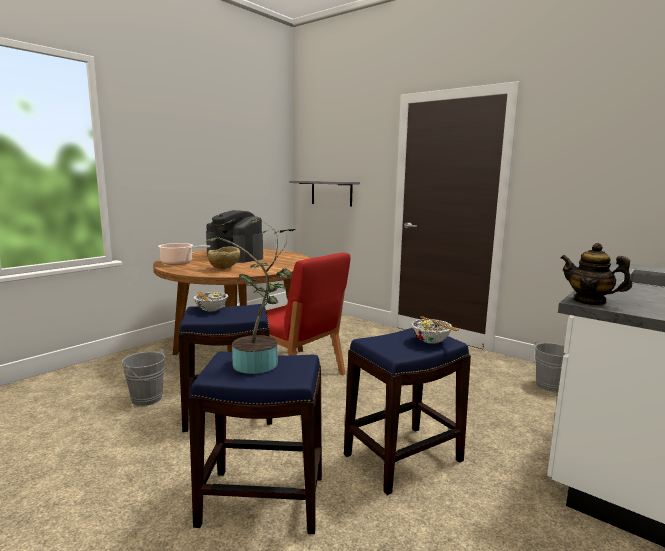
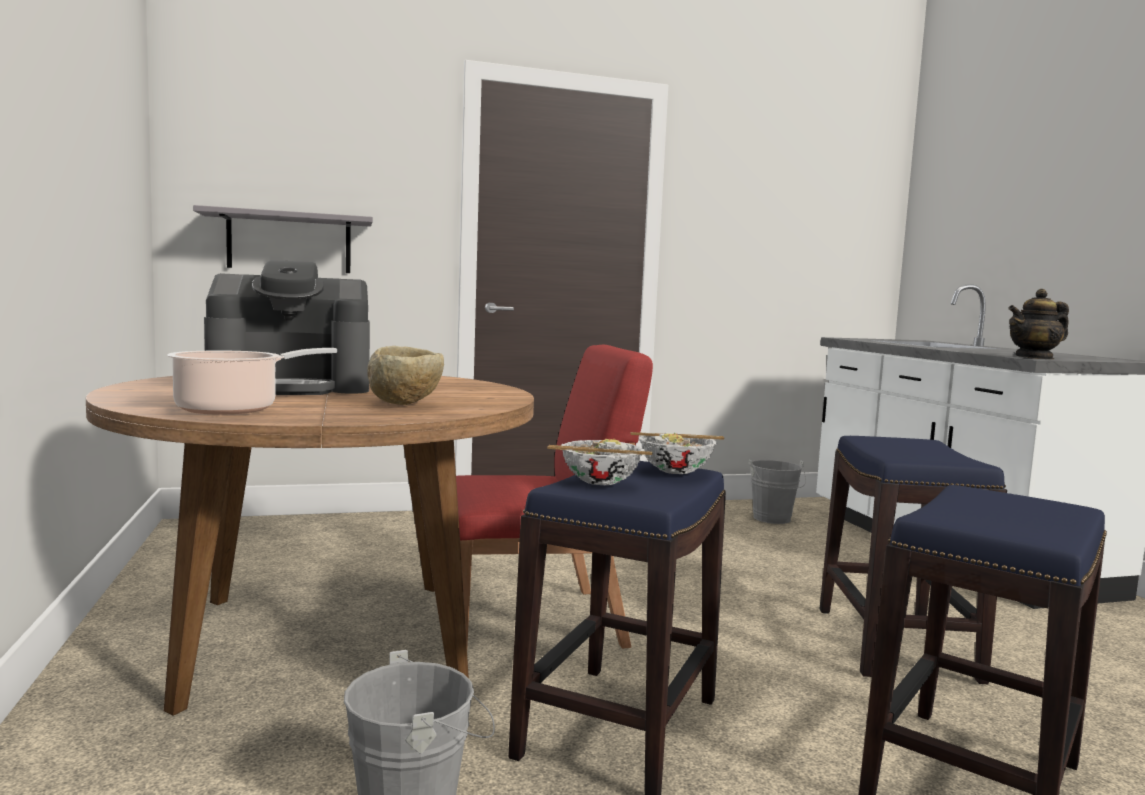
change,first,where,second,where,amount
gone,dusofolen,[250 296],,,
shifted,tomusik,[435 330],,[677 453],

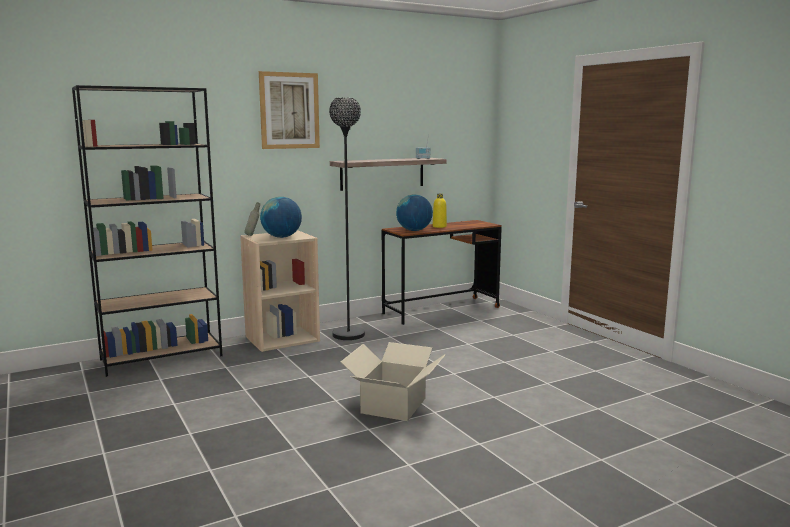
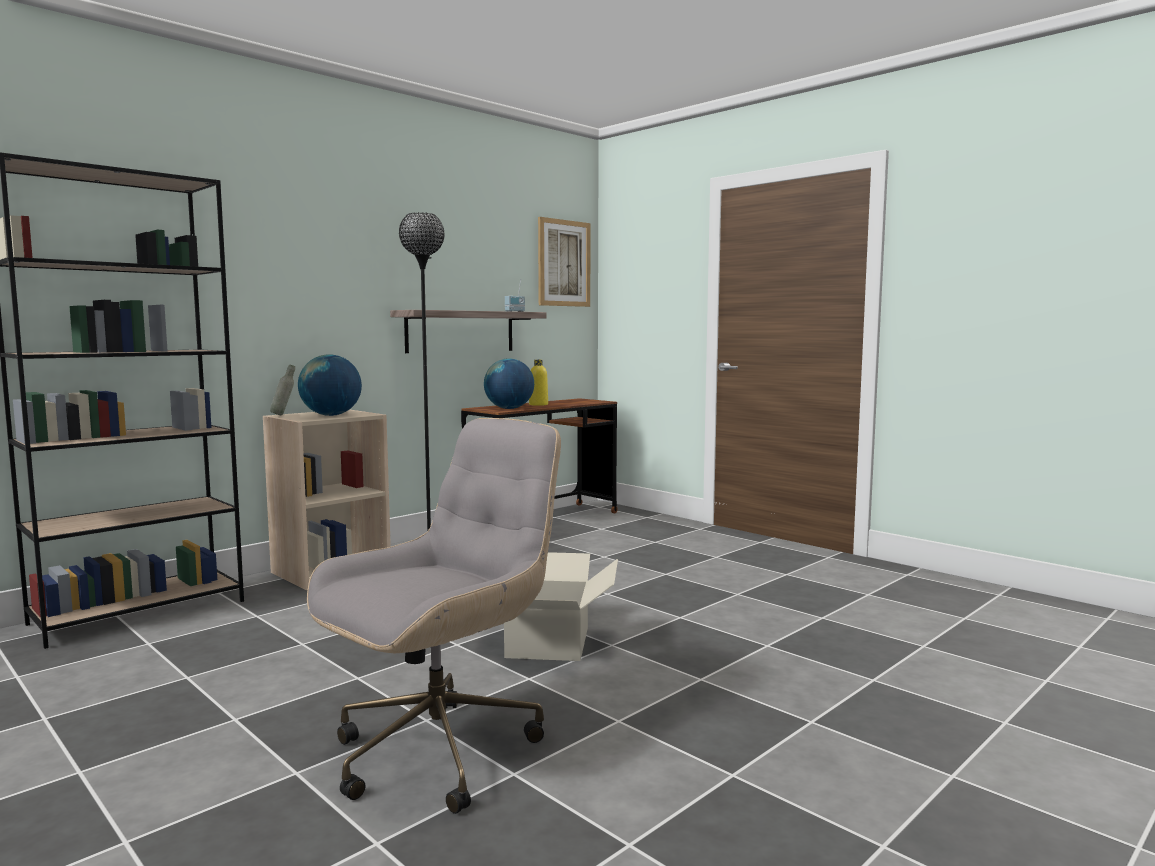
change,first,where,second,where,amount
shifted,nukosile,[289 110],,[564 262],
new,,,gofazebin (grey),[434 616],

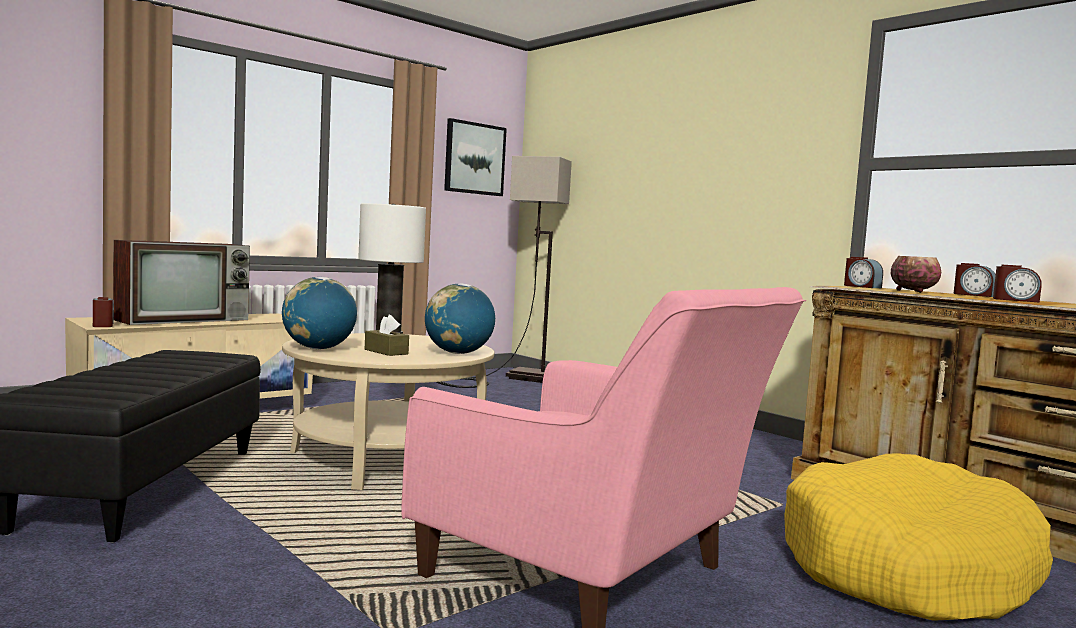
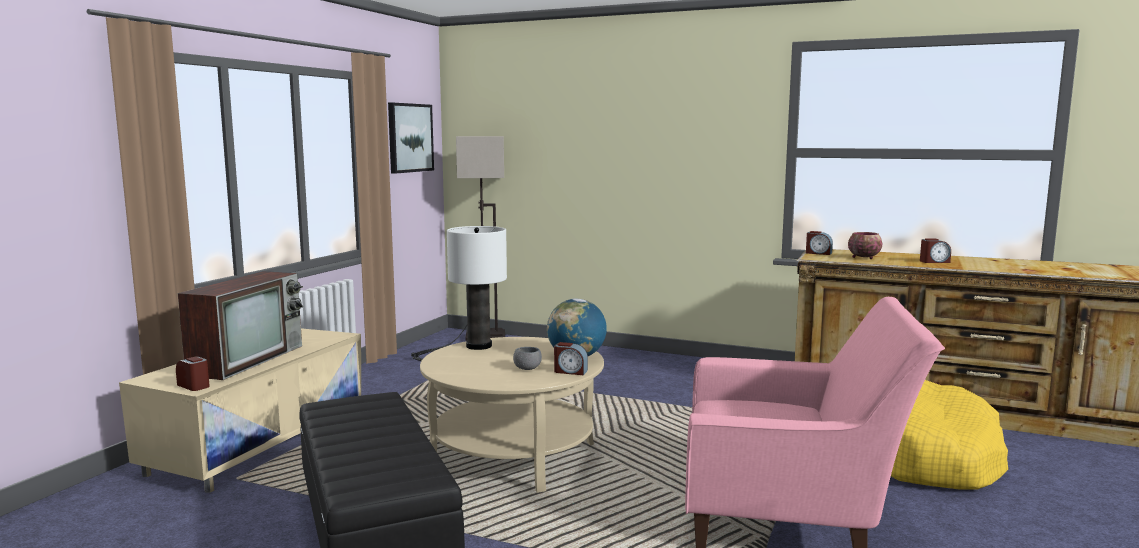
change,first,where,second,where,amount
gone,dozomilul,[319 313],,,
swapped,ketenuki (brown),[387 335],tomusik (grey),[527 358],
shifted,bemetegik,[975 280],,[571 358],

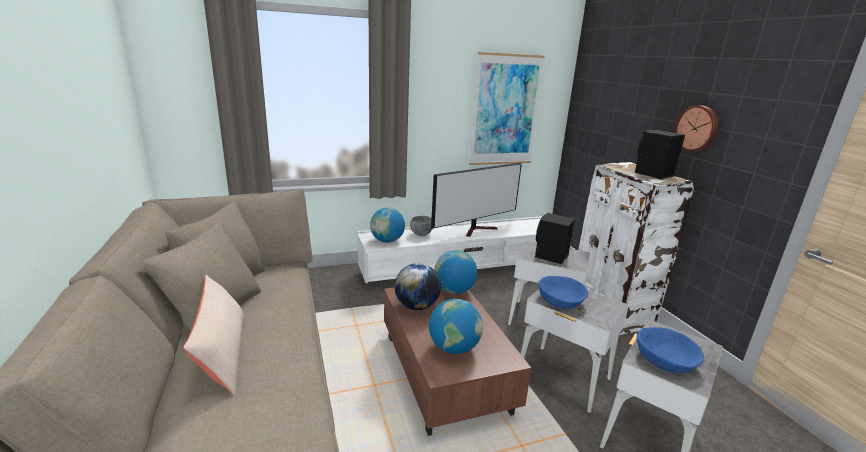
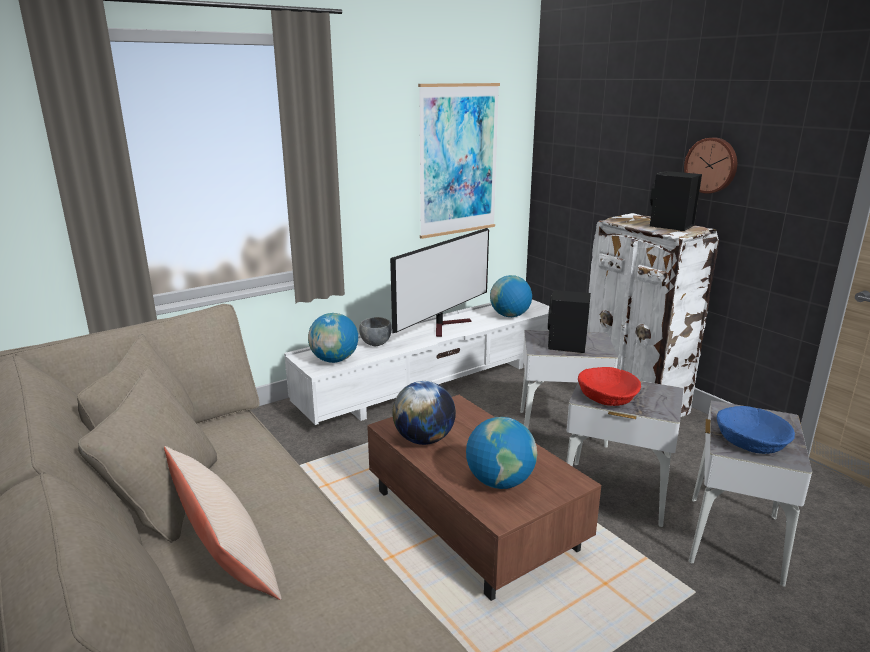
change,first,where,second,where,amount
shifted,dozomilul,[455 272],,[511 296],
repainted,tomusik (blue),[563 292],tomusik (red),[609 386],

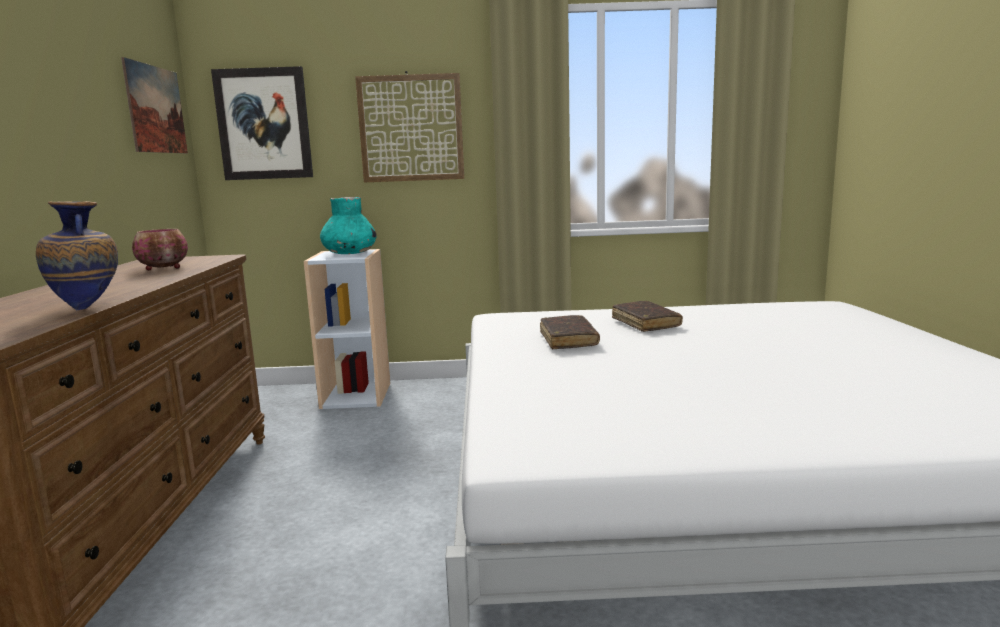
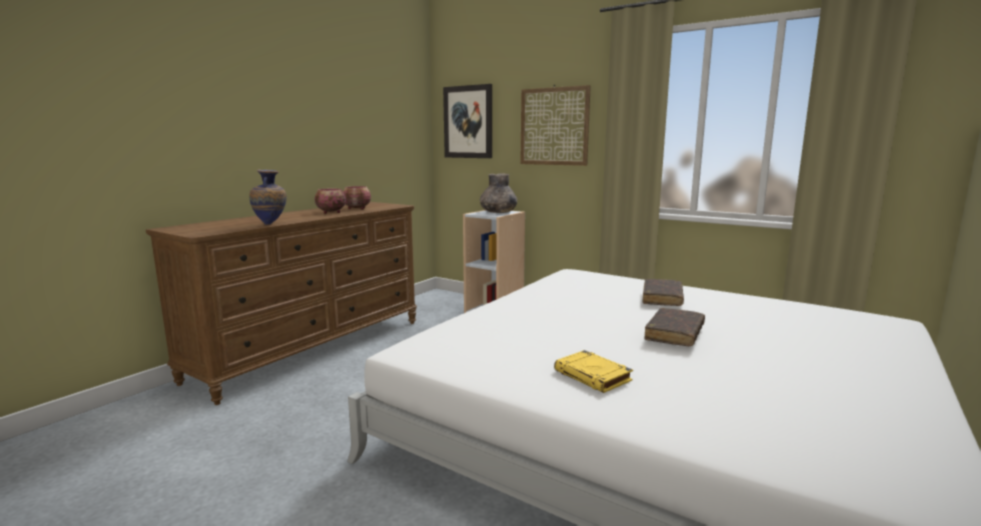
change,first,where,second,where,amount
gone,nukosile,[154 105],,,
repainted,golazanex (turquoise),[348 225],golazanex (grey),[498 193],
shifted,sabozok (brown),[570 332],,[674 327],
new,,,tomusik,[330 201],
new,,,sabozok (yellow),[593 371],

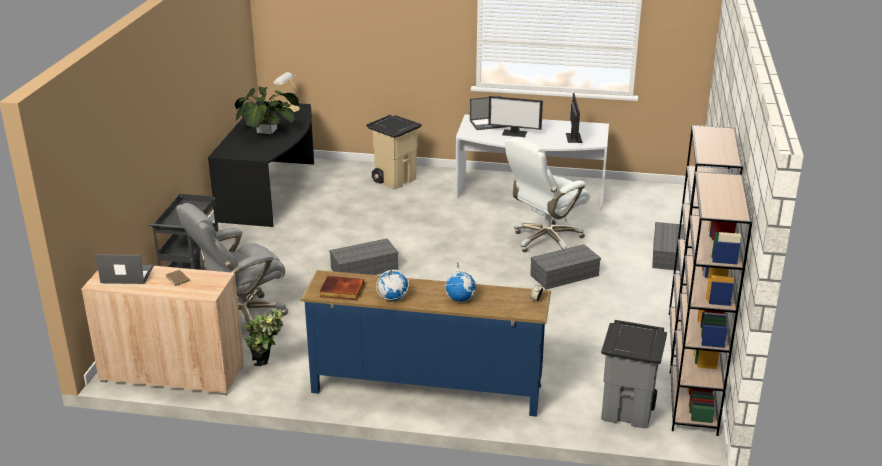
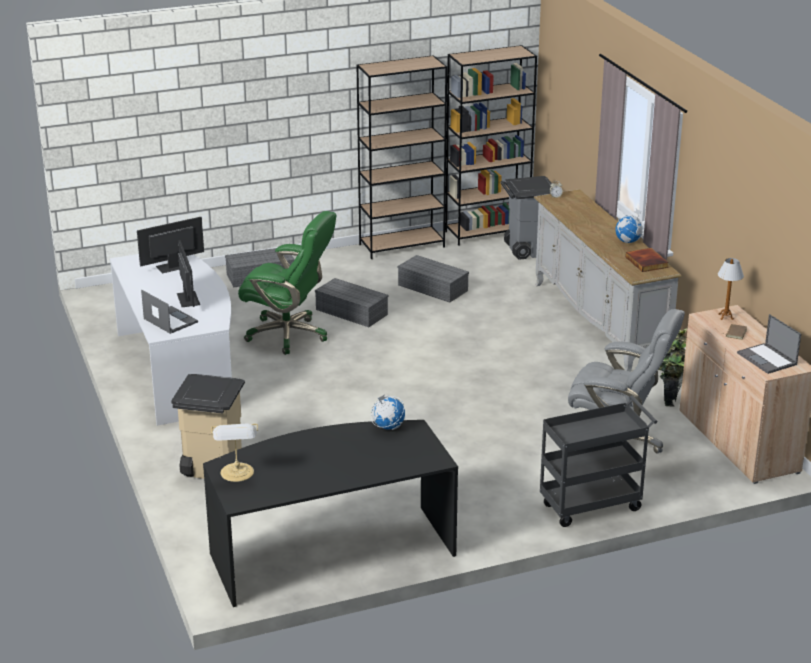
change,first,where,second,where,amount
gone,dusofolen,[267 110],,,
repainted,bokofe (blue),[425 343],bokofe (grey),[607 280],
shifted,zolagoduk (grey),[364 257],,[433 279],
shifted,dozomilul,[460 282],,[388 412],
repainted,gofazebin (white),[547 194],gofazebin (green),[287 283],
new,,,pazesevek,[731 289],

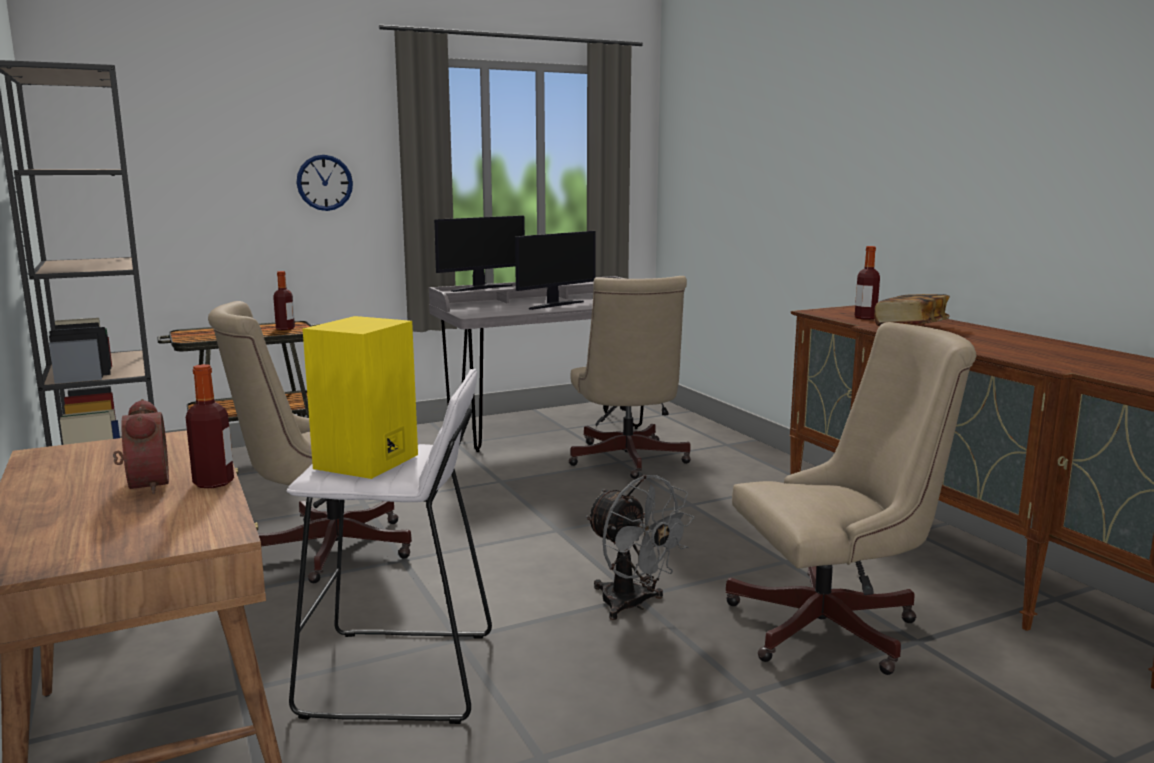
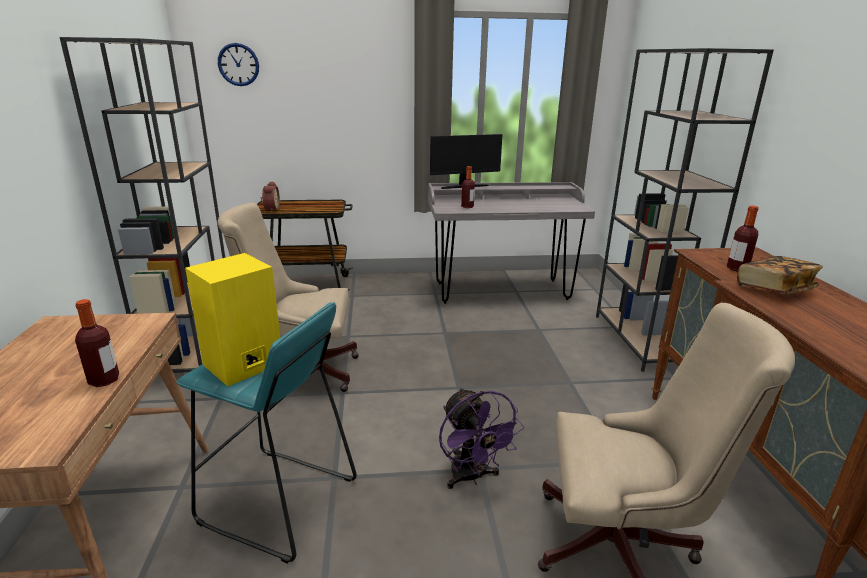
change,first,where,second,where,amount
shifted,bemetegik,[141 446],,[270 196],
shifted,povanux,[284 300],,[468 187],
repainted,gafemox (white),[389 546],gafemox (turquoise),[266 433],
shifted,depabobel,[325 183],,[238 64],
gone,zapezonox,[555 270],,,
gone,gofazebin (beige),[630 377],,,
repainted,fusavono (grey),[640 547],fusavono (purple),[481 438],
new,,,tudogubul,[685 210],

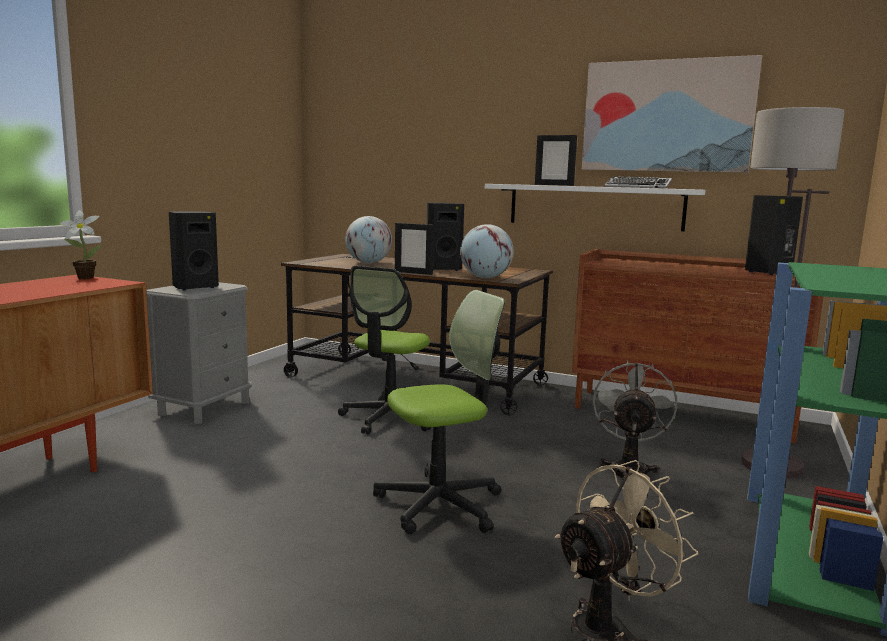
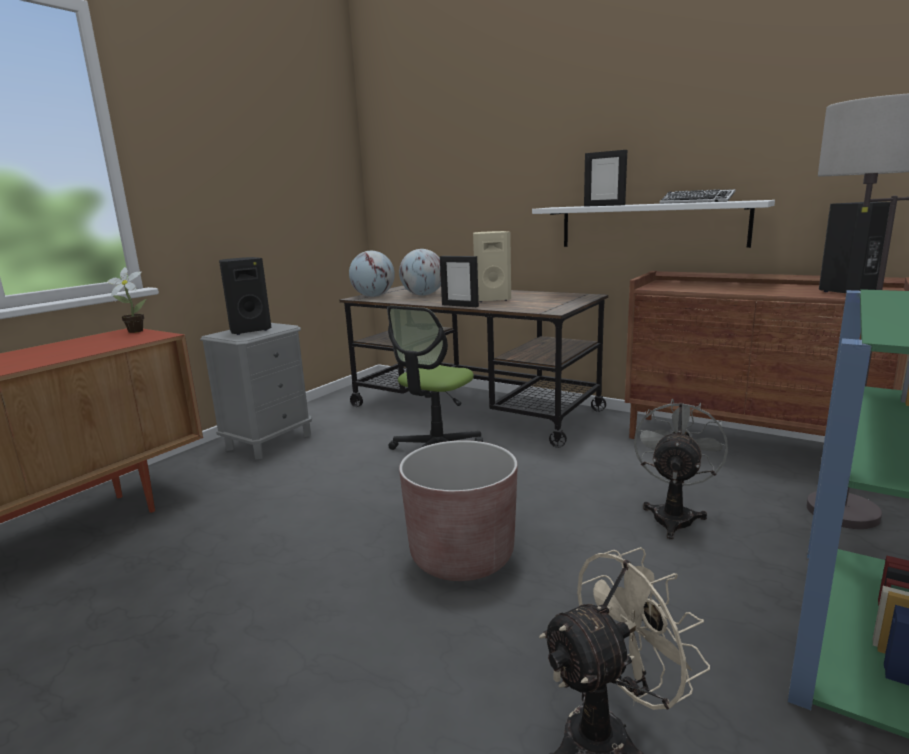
change,first,where,second,where,amount
swapped,gofazebin,[439 412],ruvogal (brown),[458 510],
repainted,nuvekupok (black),[445 237],nuvekupok (beige),[492 266],
shifted,dozomilul,[487 251],,[372 274],
gone,nukosile,[672 114],,,

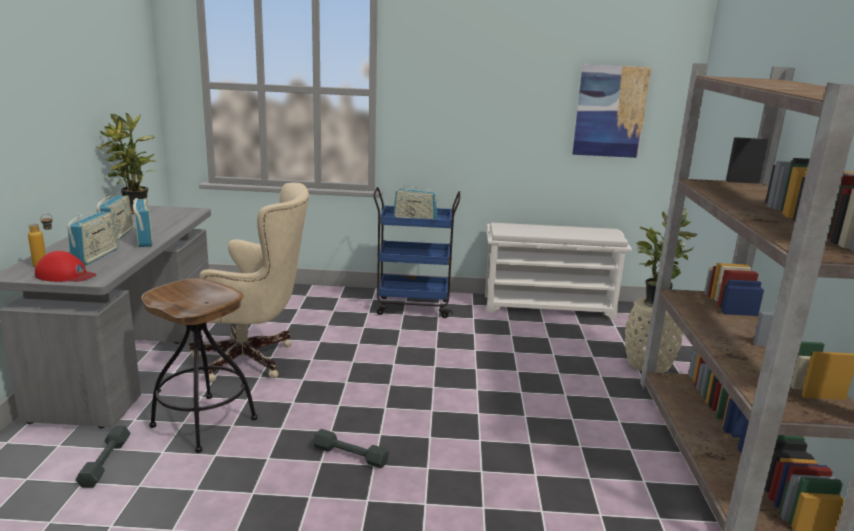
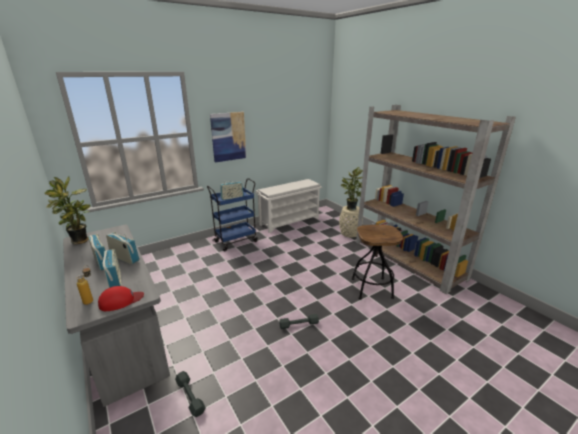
change,first,where,second,where,amount
shifted,gafemox (brown),[199 365],,[377 262],
gone,gofazebin (beige),[249 282],,,
shifted,nukosile,[611 111],,[228 137],

